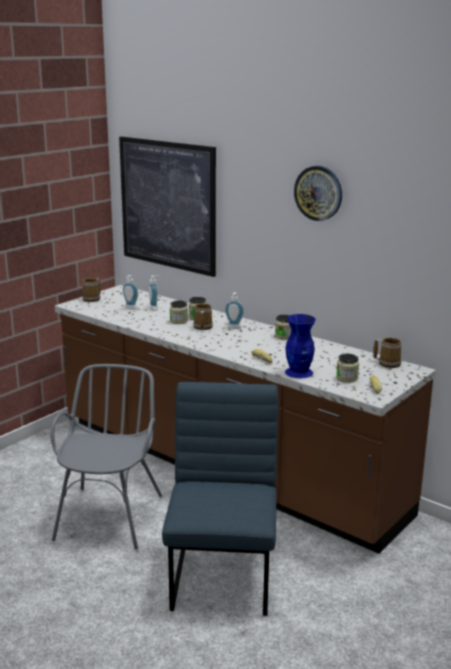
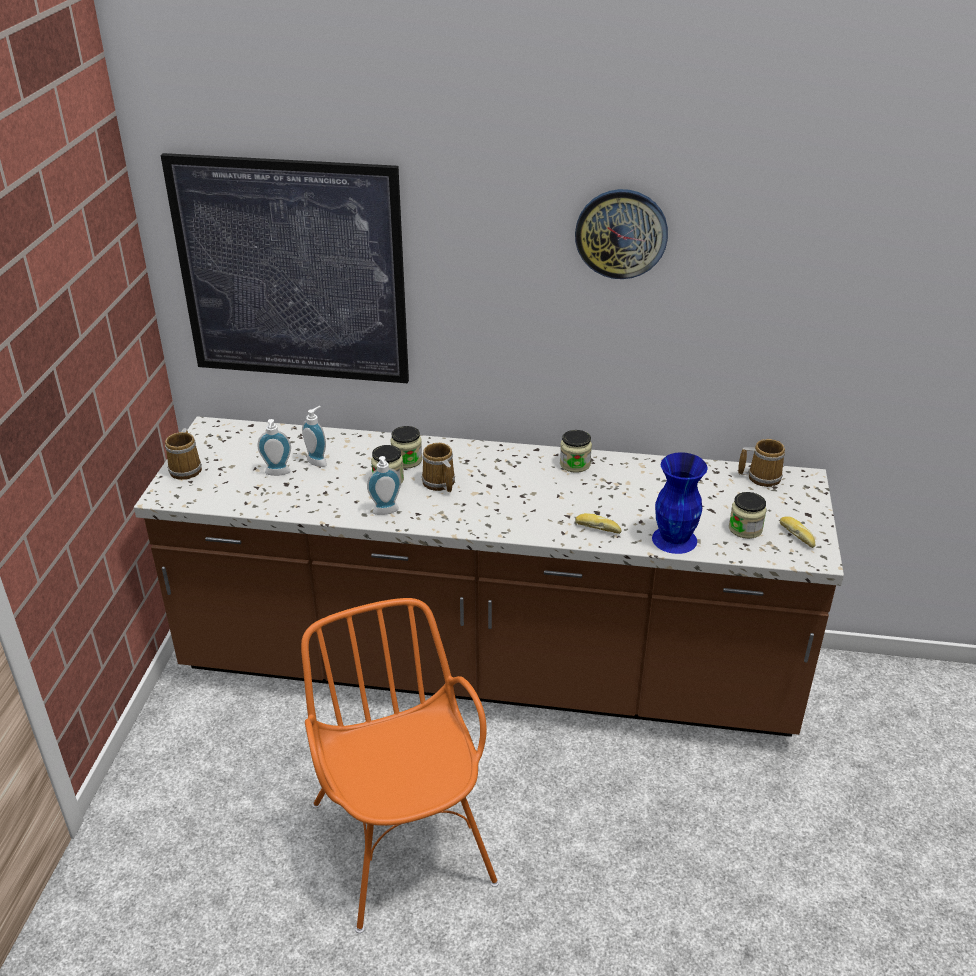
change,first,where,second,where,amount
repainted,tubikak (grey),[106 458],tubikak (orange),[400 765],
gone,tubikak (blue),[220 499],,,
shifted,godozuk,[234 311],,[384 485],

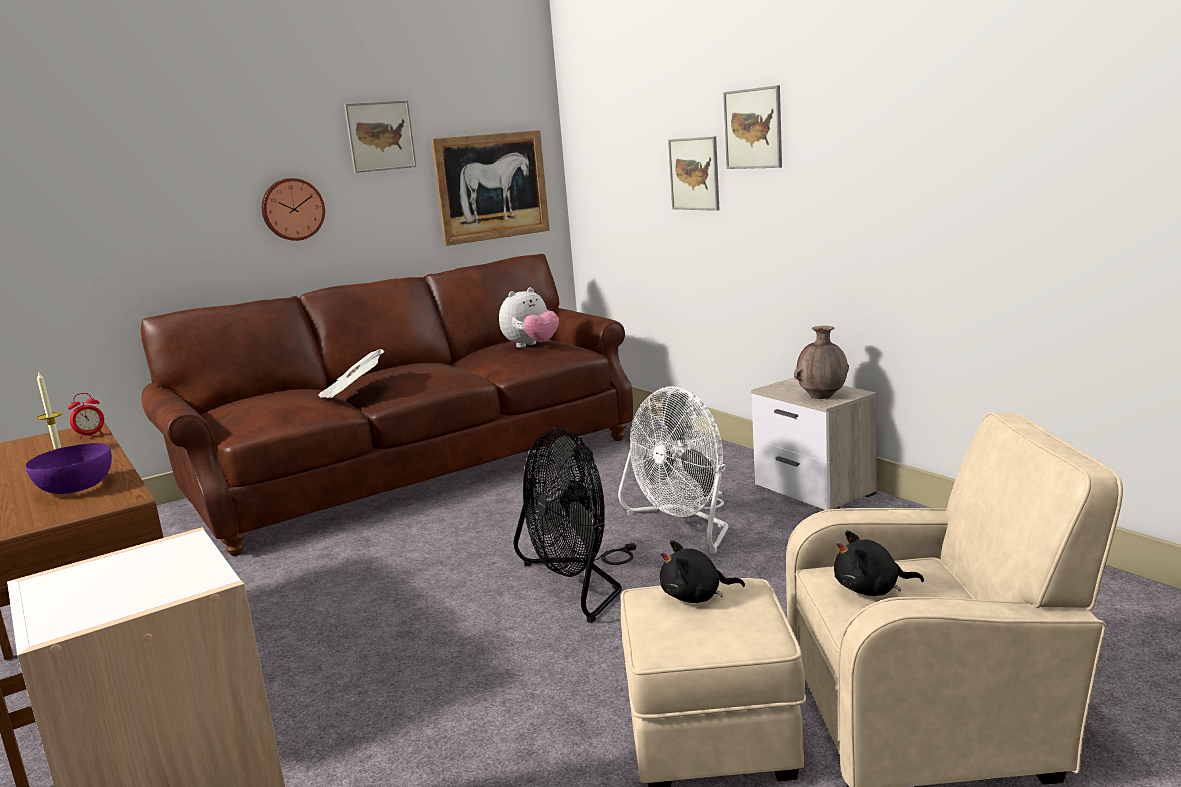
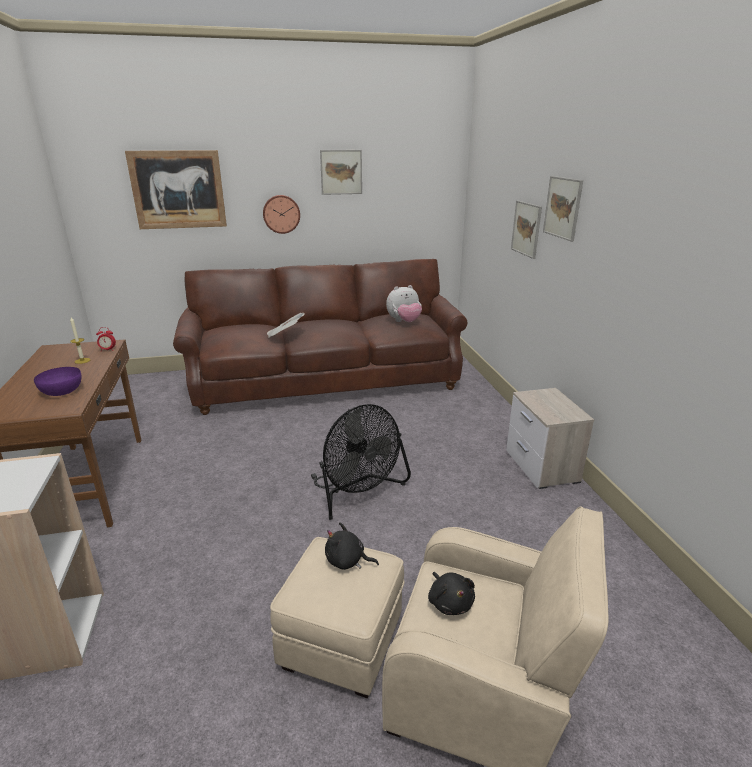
change,first,where,second,where,amount
shifted,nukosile,[490 188],,[176 189],
rotated,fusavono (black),[576 526],,[361 462],120 degrees counterclockwise
gone,fusavono (white),[673 470],,,
gone,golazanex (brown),[821 362],,,
rotated,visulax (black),[879 563],,[451 593],135 degrees counterclockwise

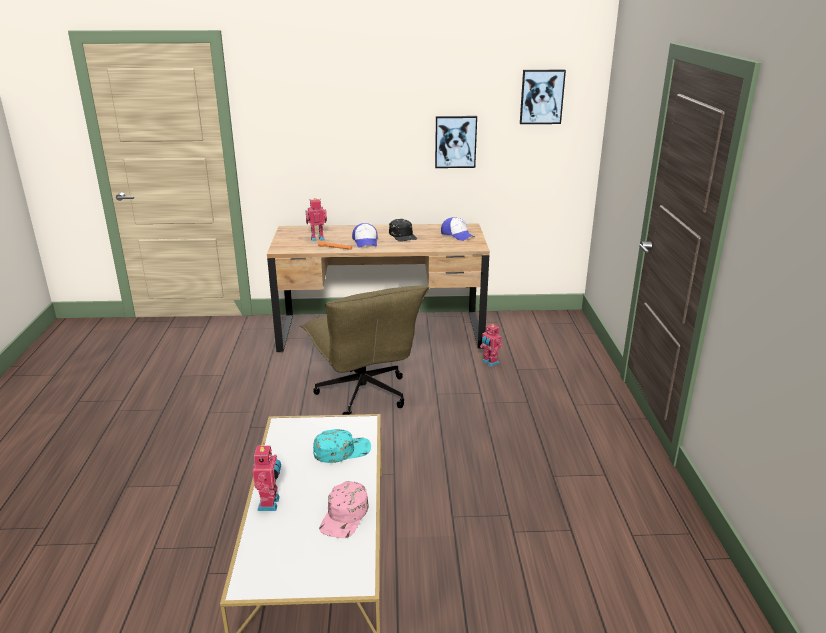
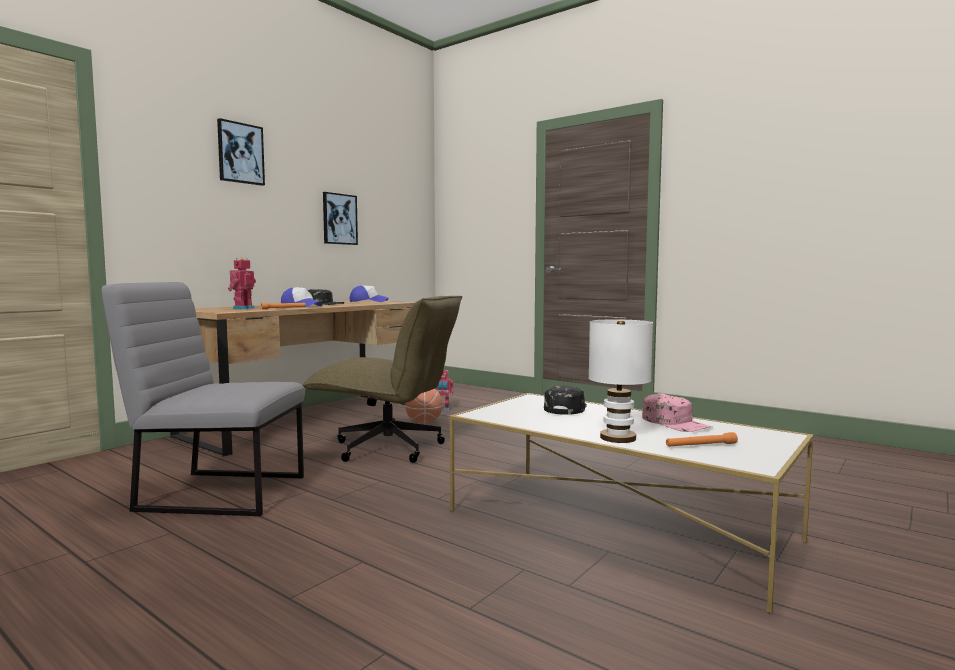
change,first,where,second,where,amount
swapped,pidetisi,[266 477],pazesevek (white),[621 381],
repainted,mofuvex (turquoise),[342 446],mofuvex (black),[565 400],
shifted,nukosile,[543 97],,[241 152],
new,,,tubikak (grey),[203 399],
new,,,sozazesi,[423 406],
new,,,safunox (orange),[702 439],

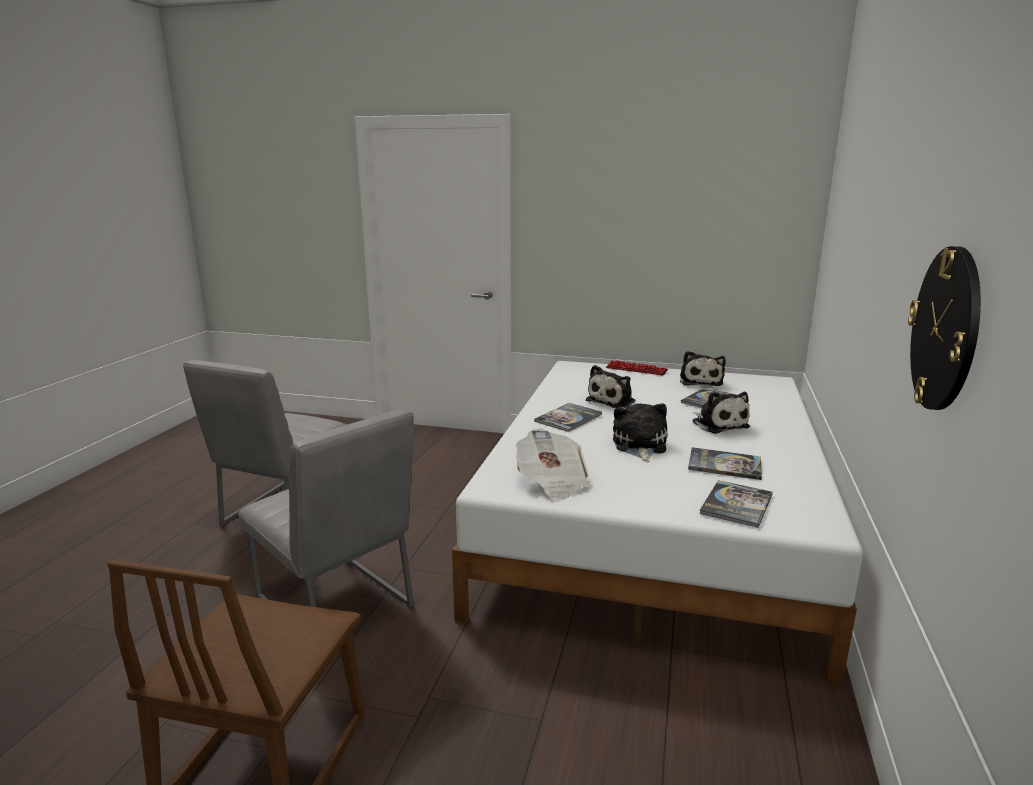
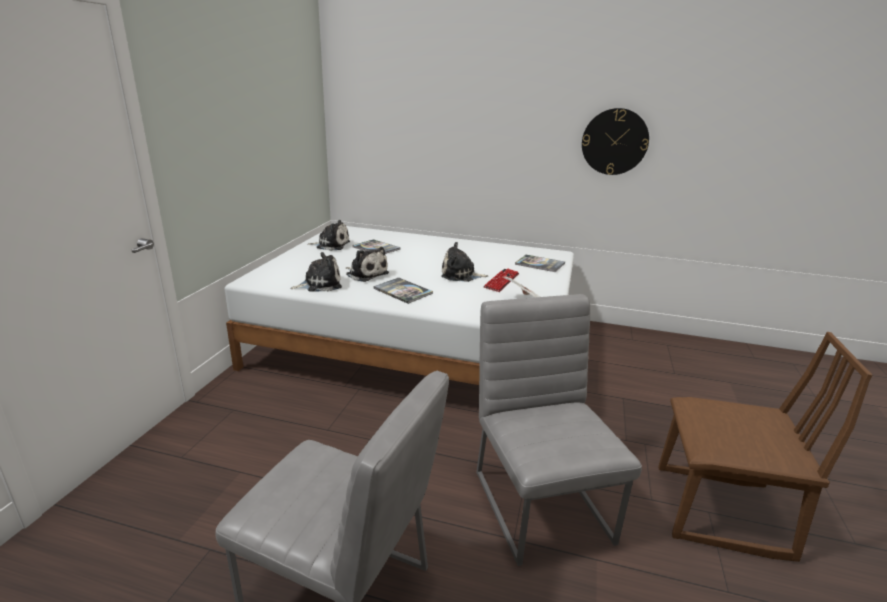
change,first,where,second,where,amount
rotated,tubikak (grey),[326 508],,[559 430],60 degrees counterclockwise
shifted,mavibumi,[637 368],,[501 280],
gone,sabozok,[725 463],,,
shifted,visulax,[721 413],,[316 272],

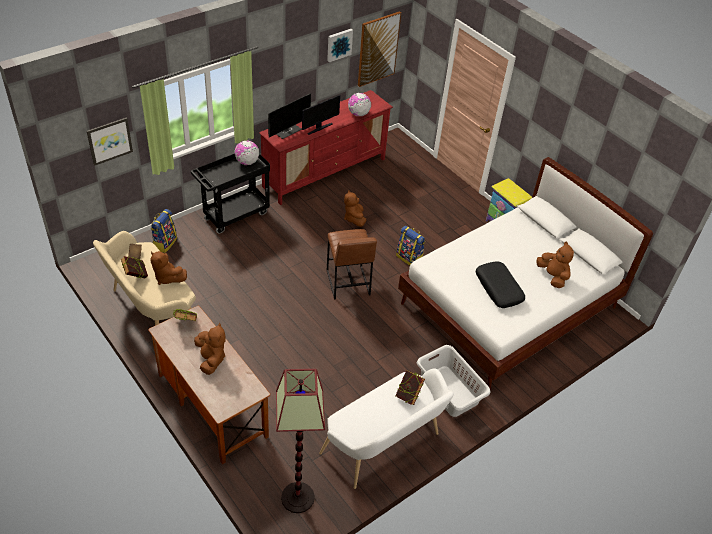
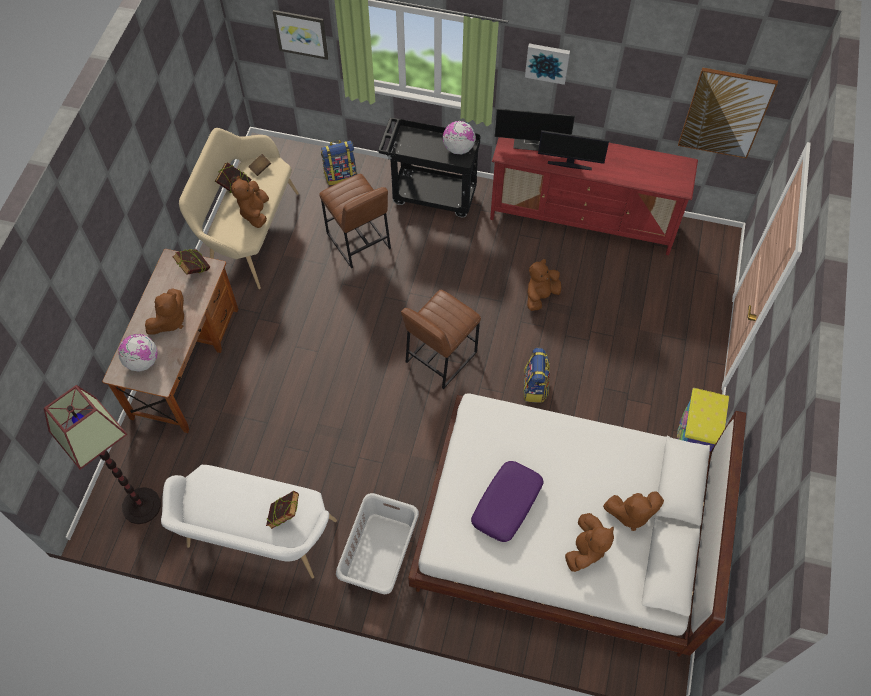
change,first,where,second,where,amount
shifted,nukosile,[340 45],,[547 64],
shifted,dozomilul,[359 104],,[137 353],
repainted,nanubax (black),[500 284],nanubax (purple),[507 501],
new,,,tubikak (brown),[355 221],
new,,,visulax (brown),[633 511],

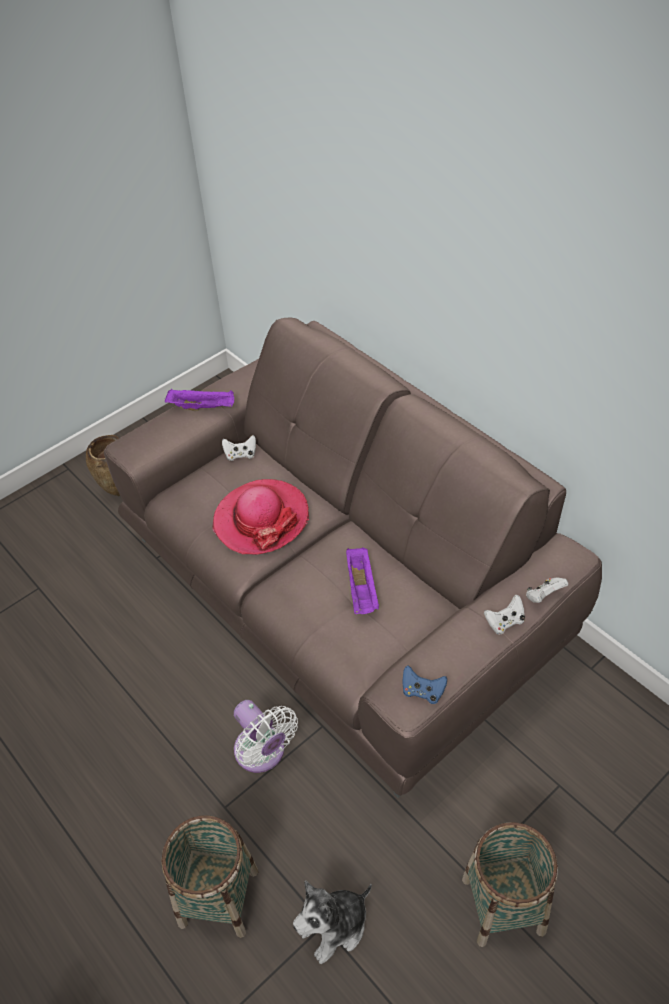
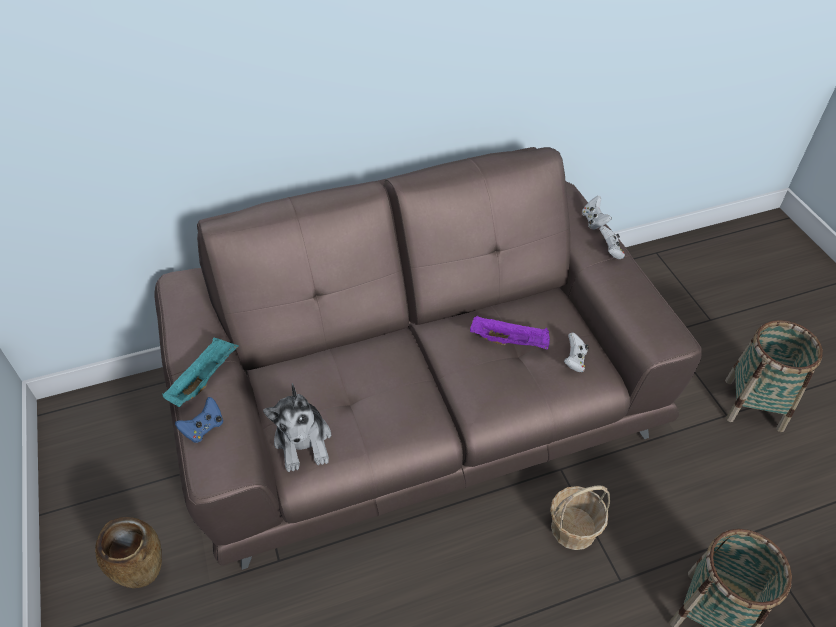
change,first,where,second,where,amount
repainted,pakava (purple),[199 400],pakava (turquoise),[201 372],
gone,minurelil,[260 517],,,
shifted,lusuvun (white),[239 448],,[576 352],
swapped,fusavono (white),[266 736],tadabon,[580 518],
shifted,visulax,[332 922],,[297 427],
shifted,lusuvun (blue),[424 684],,[199 420],

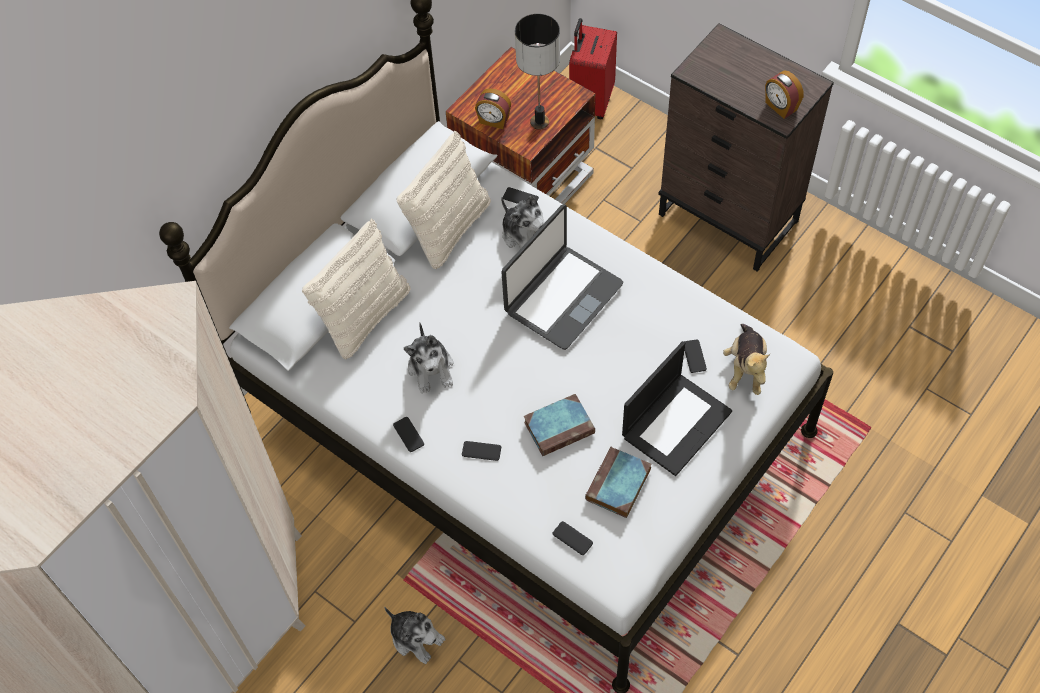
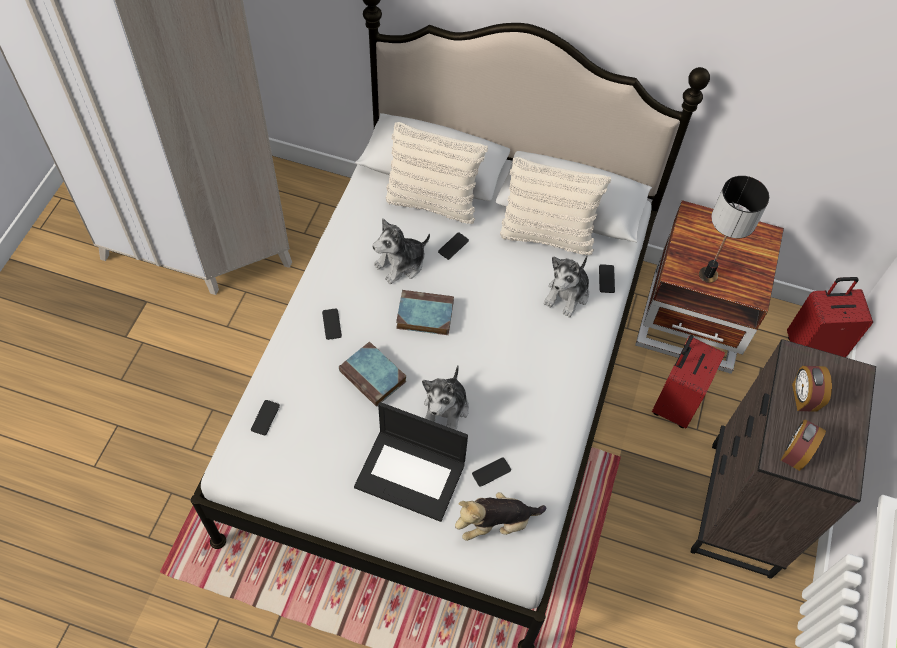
change,first,where,second,where,amount
shifted,visulax,[414 635],,[445 397],
shifted,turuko,[408 434],,[453 246],
shifted,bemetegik,[493 108],,[812 389],
gone,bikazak,[562 277],,,
shifted,sabozok,[618 482],,[425 312],
new,,,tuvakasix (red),[688 382],

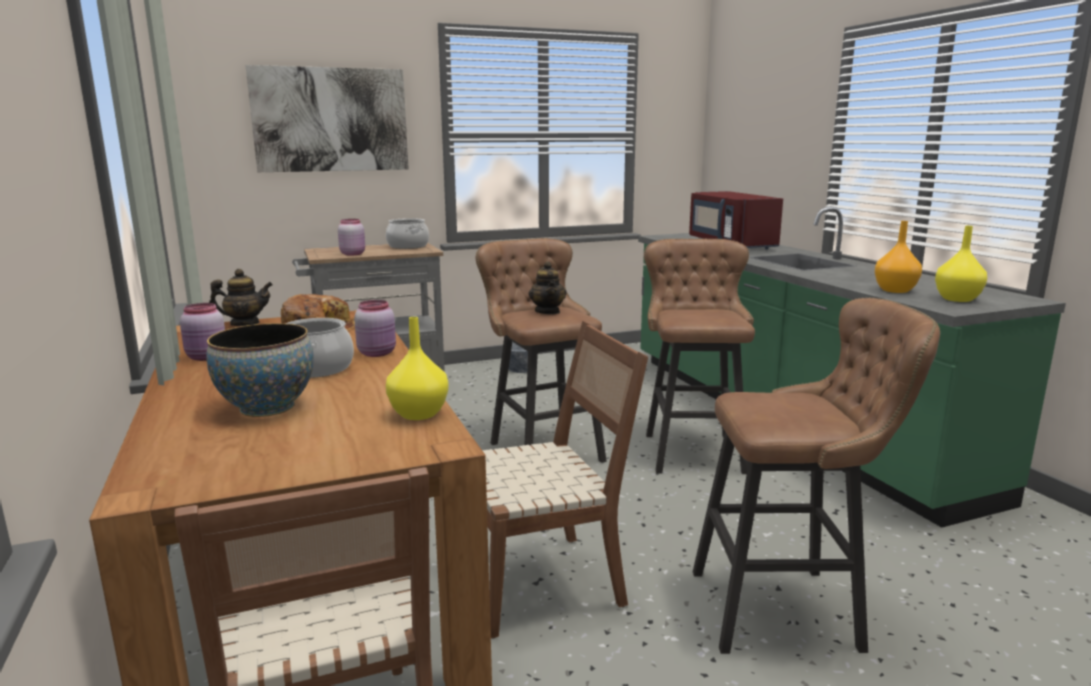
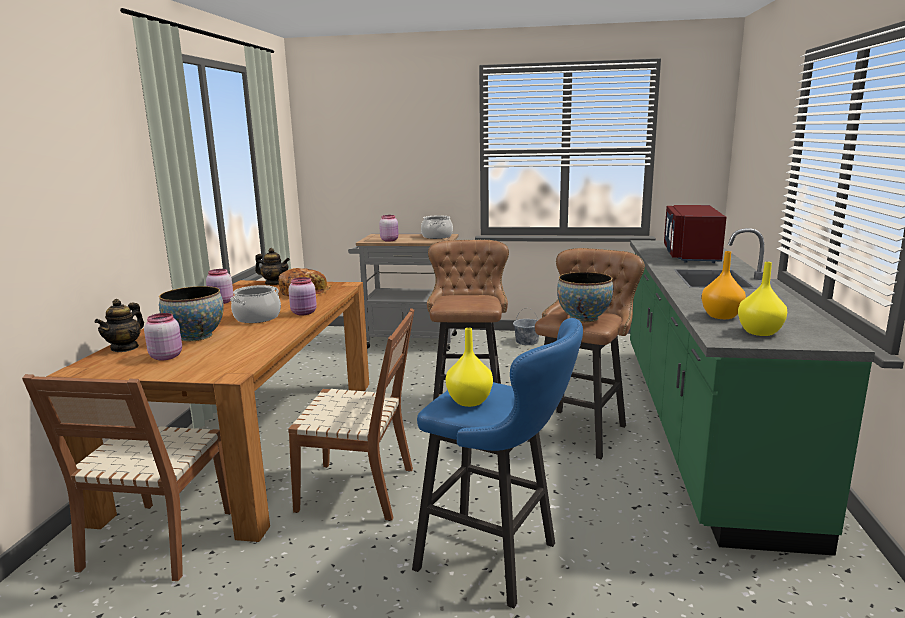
change,first,where,second,where,amount
gone,nukosile,[327 118],,,
shifted,golazanex (yellow),[417 368],,[469 367],
shifted,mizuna,[548 287],,[119 325],
repainted,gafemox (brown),[816 476],gafemox (blue),[497 463],
new,,,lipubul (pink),[163 337],
new,,,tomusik,[585 297],

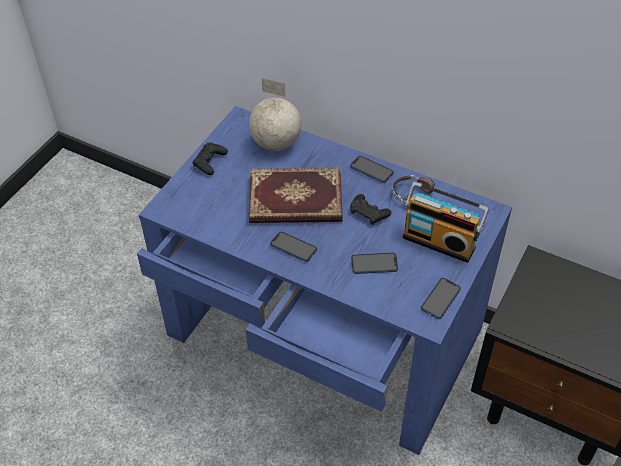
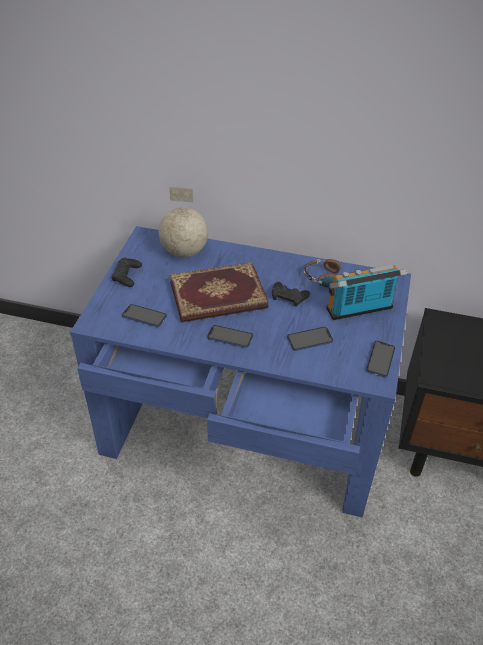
change,first,where,second,where,amount
shifted,turuko,[372 169],,[144 315],
rotated,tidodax,[445 222],,[367 292],150 degrees clockwise

